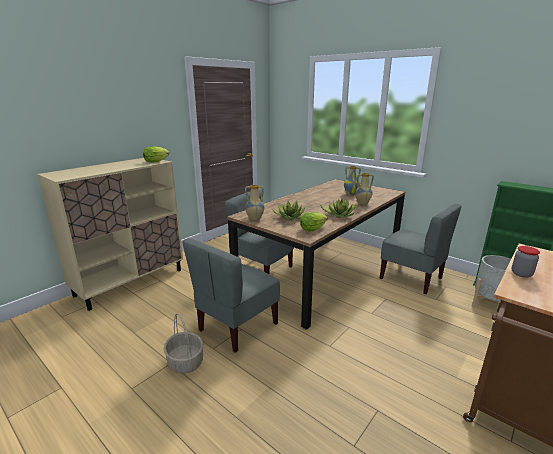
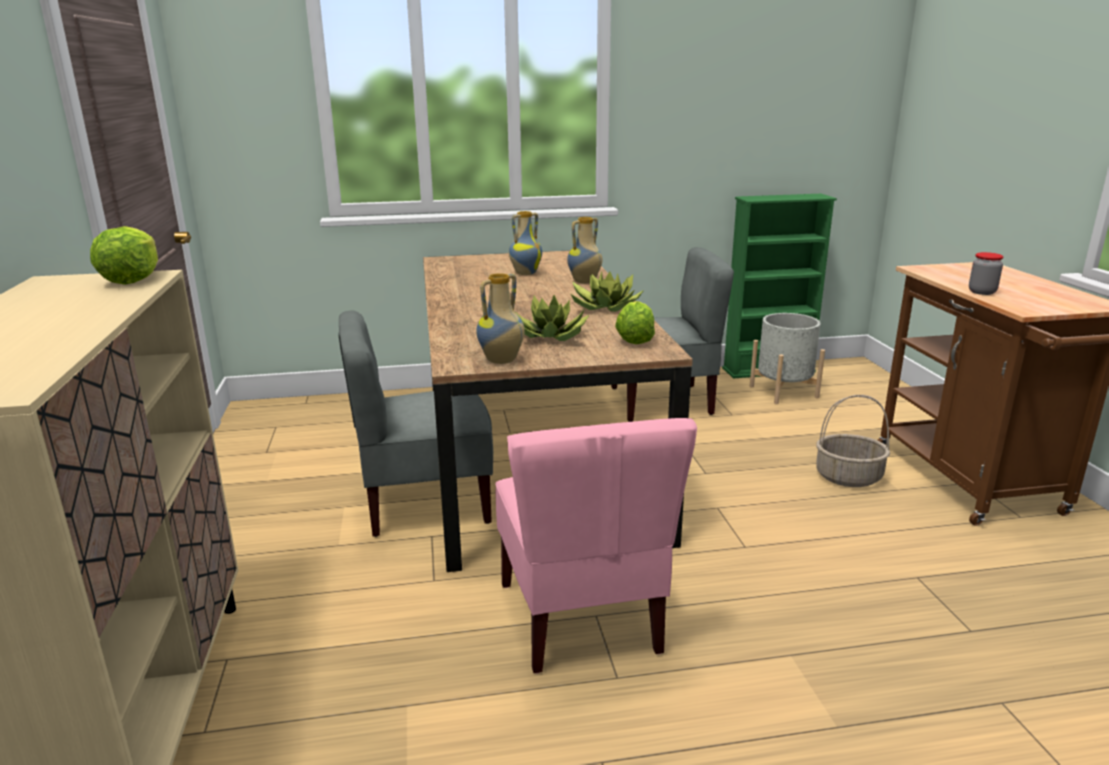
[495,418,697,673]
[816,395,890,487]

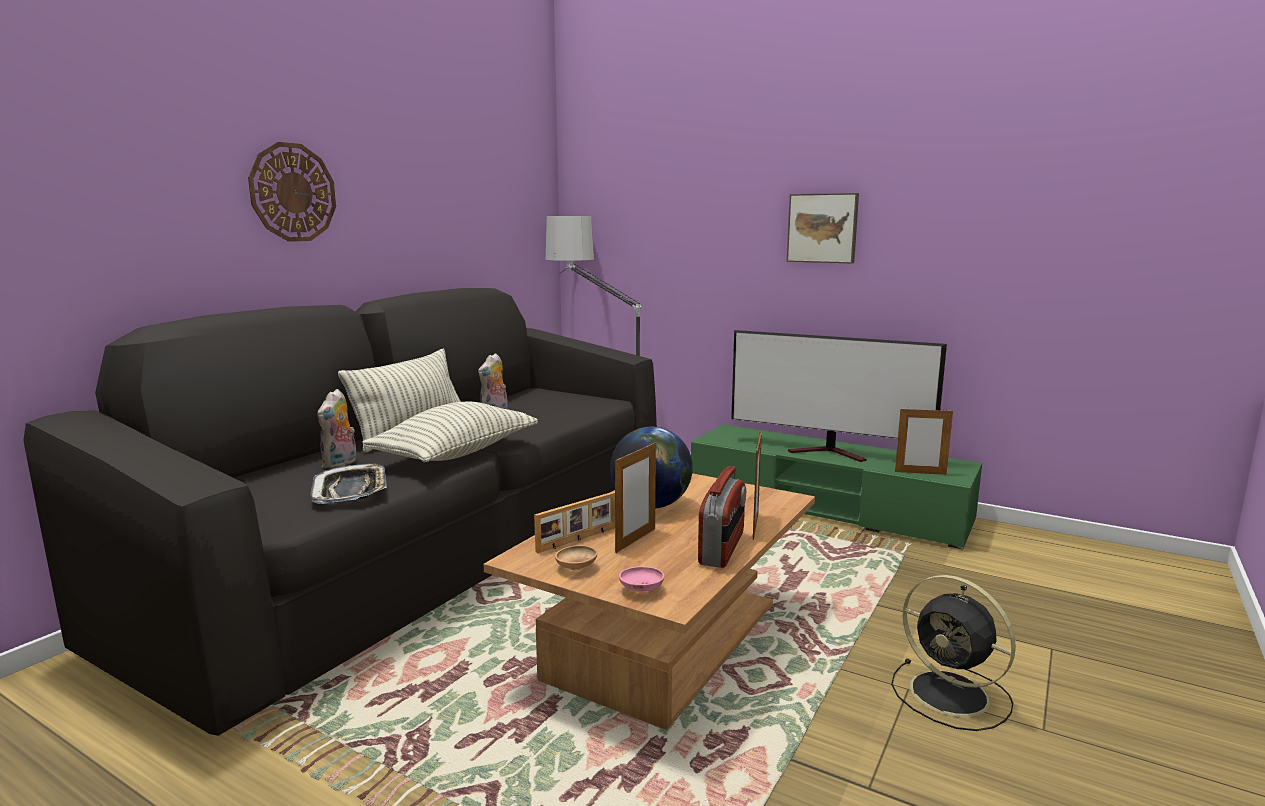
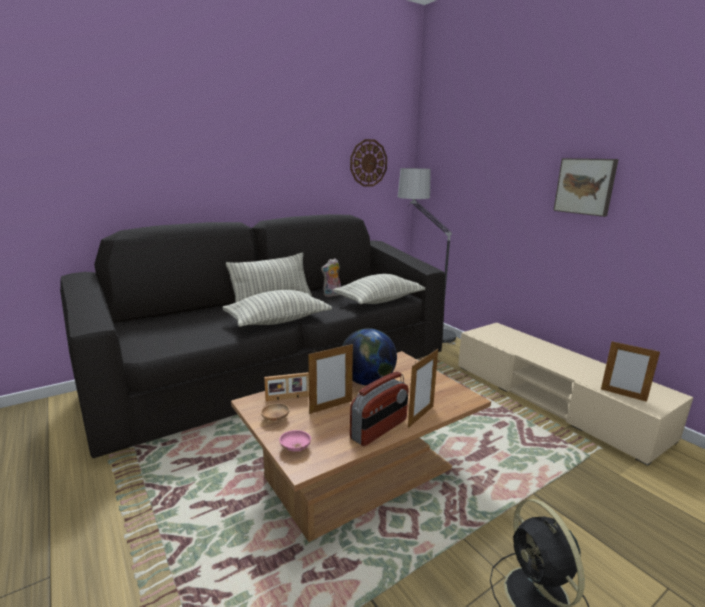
[333,274,425,304]
[350,139,387,187]
[458,323,693,466]
[310,464,386,504] (first image)
[317,389,357,469] (first image)
[731,330,947,462] (first image)

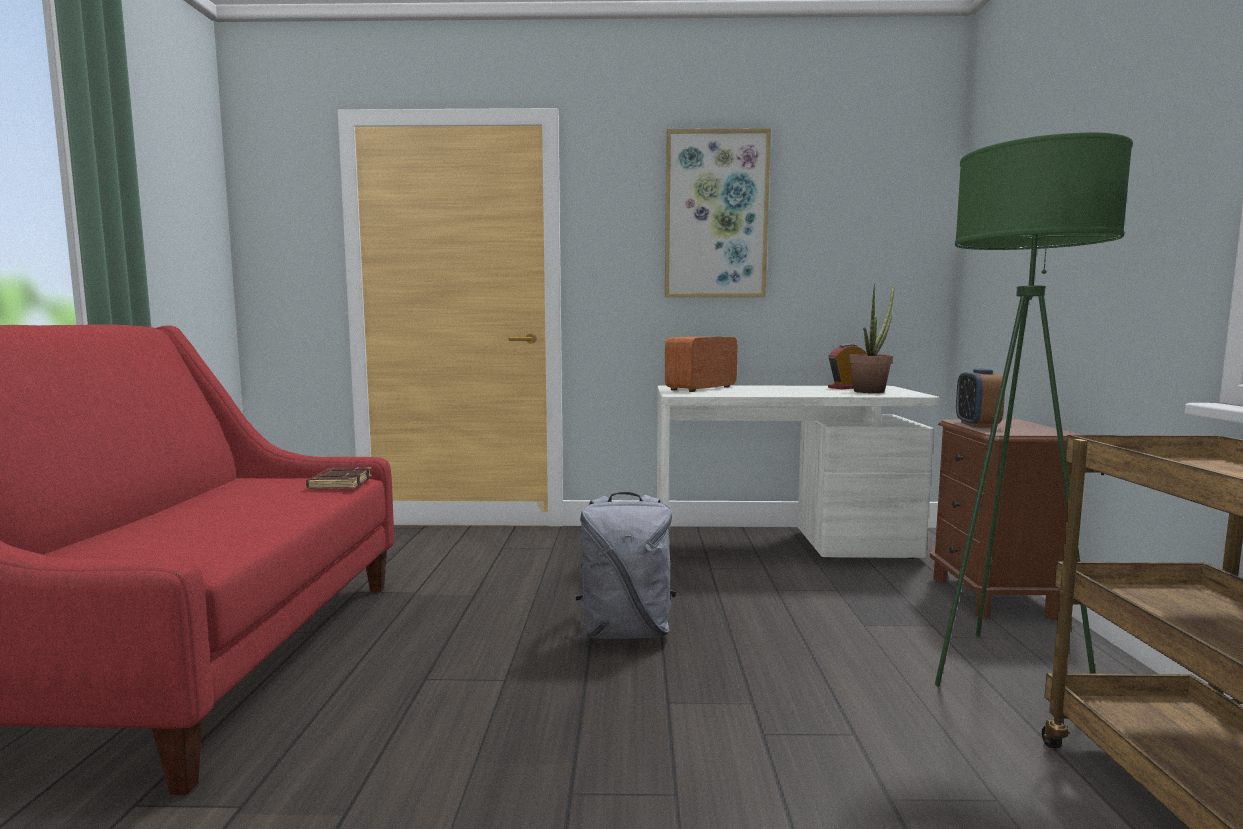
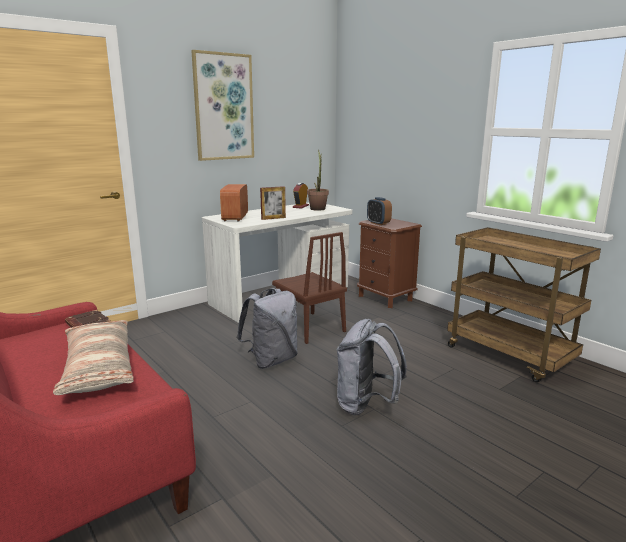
[53,320,134,395]
[260,186,286,220]
[272,232,347,344]
[336,319,407,415]
[935,132,1133,687] (first image)

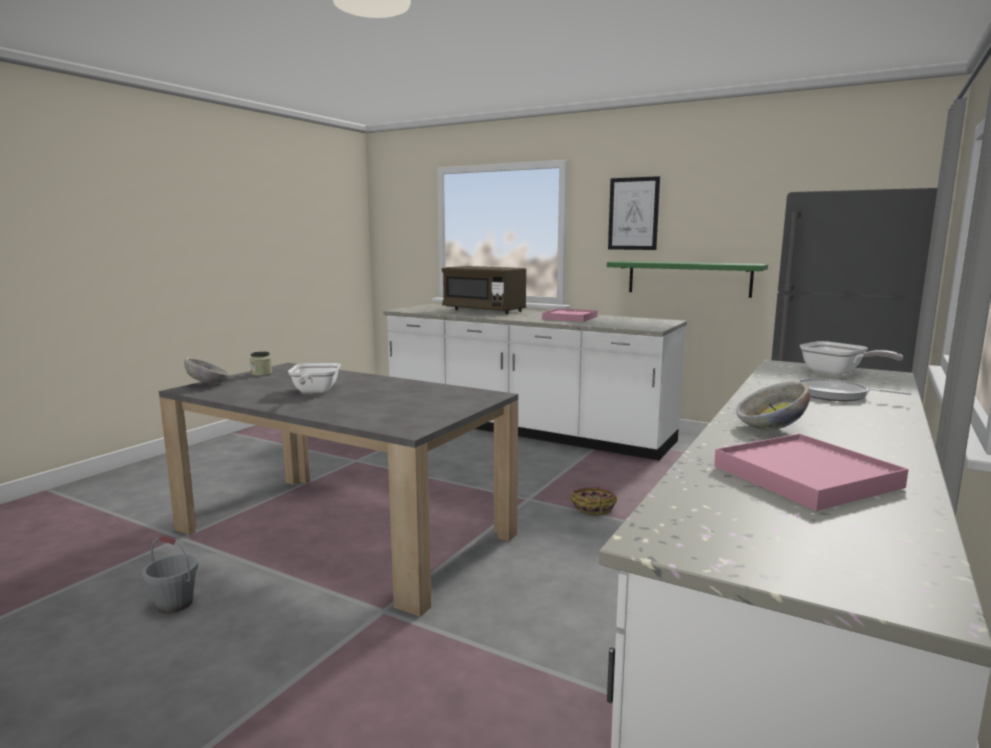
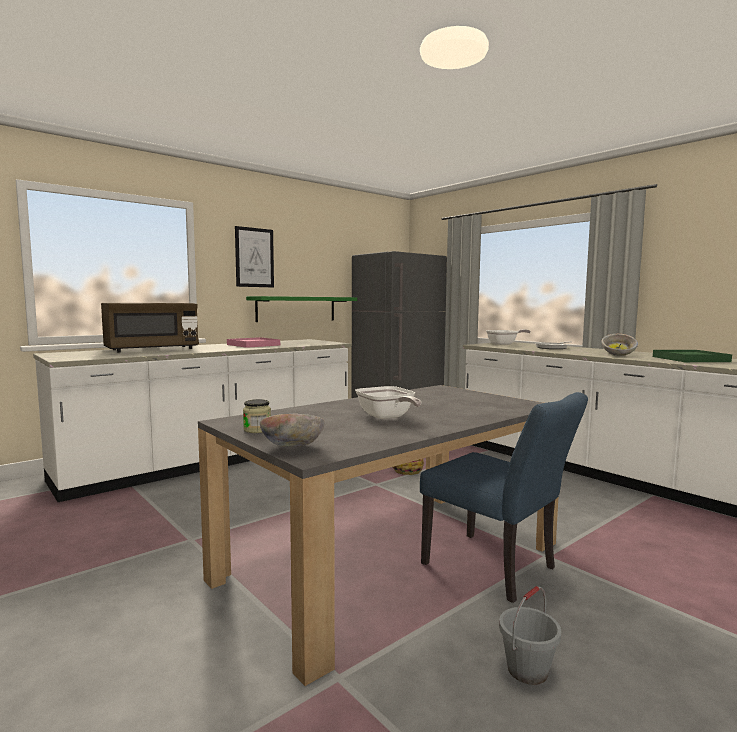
[355,386,422,419]
[420,392,588,603]
[653,350,732,362]

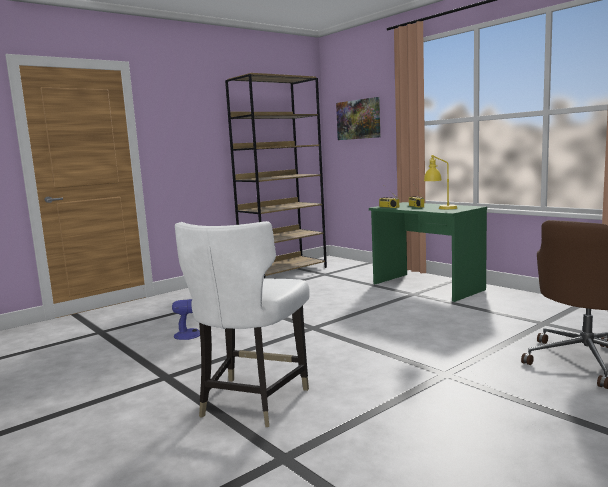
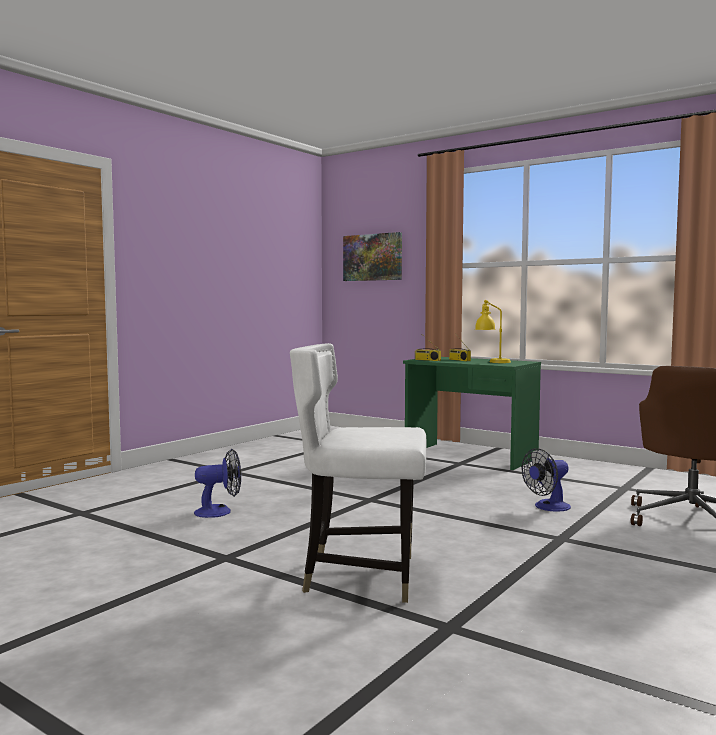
[290,343,427,603]
[522,448,571,512]
[225,73,327,278] (first image)

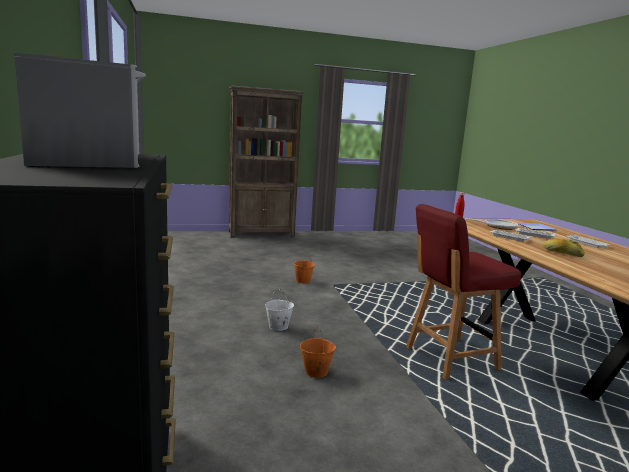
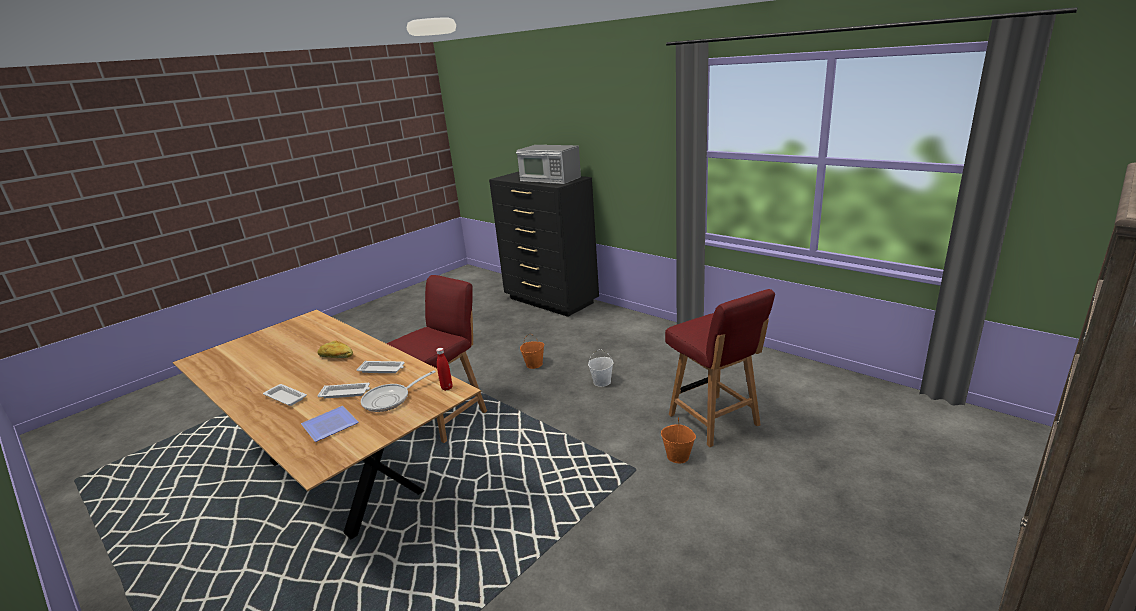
[665,289,775,447]

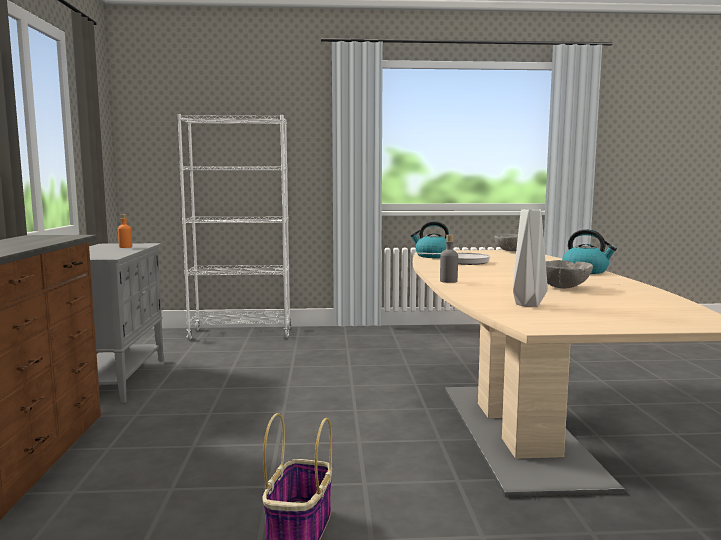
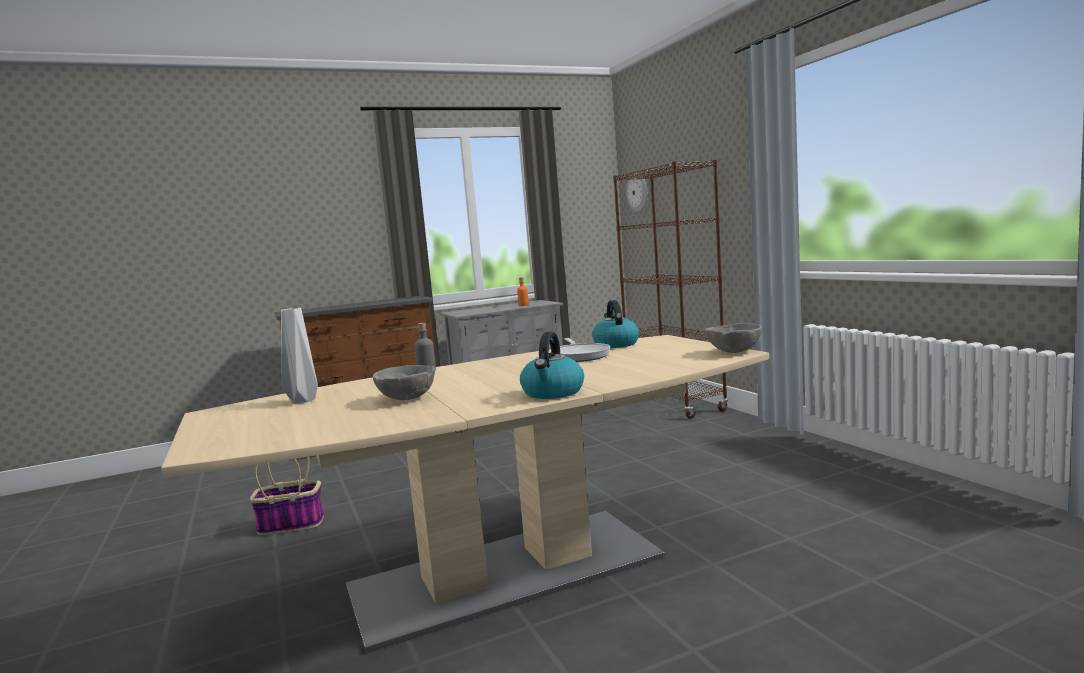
[613,160,728,419]
[626,173,648,212]

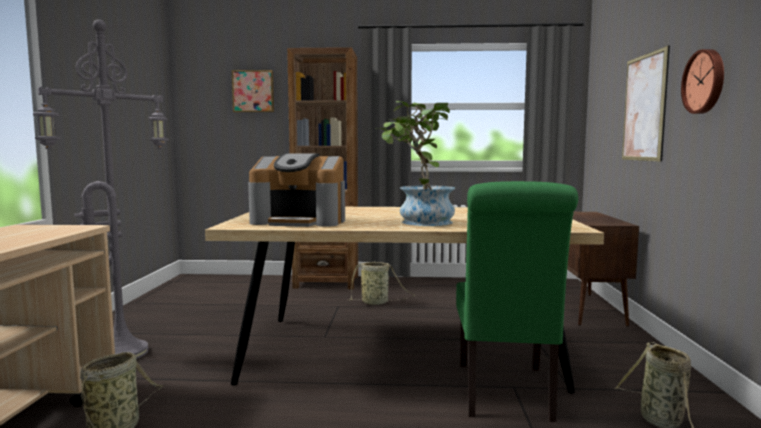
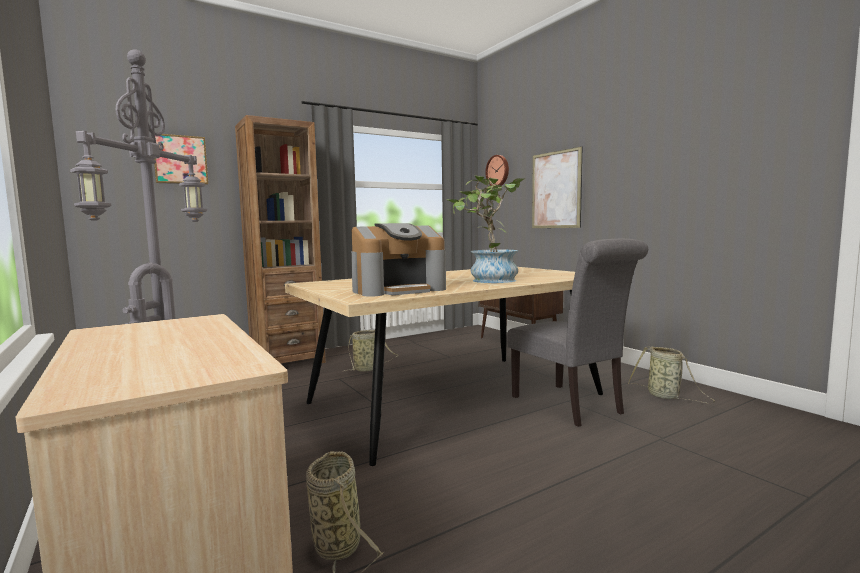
[485,155,509,187]
[507,239,648,427]

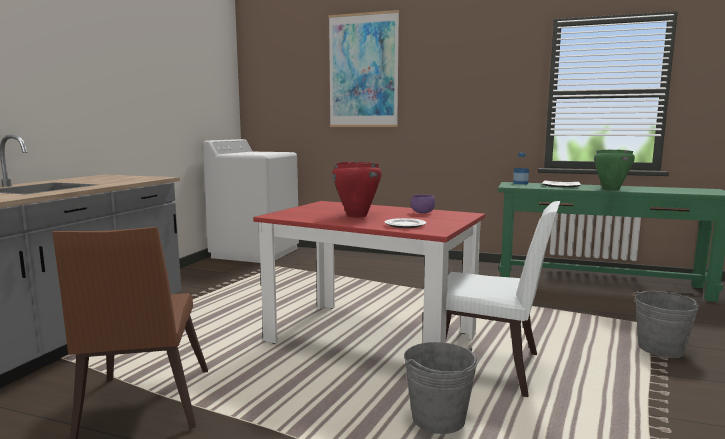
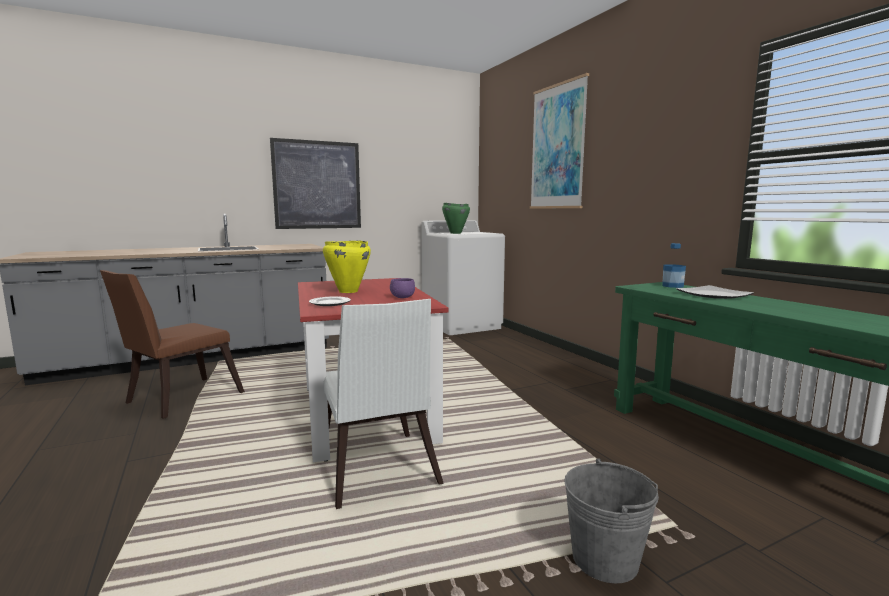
[270,138,361,229]
[323,240,371,293]
[442,203,470,234]
[404,342,478,434] (first image)

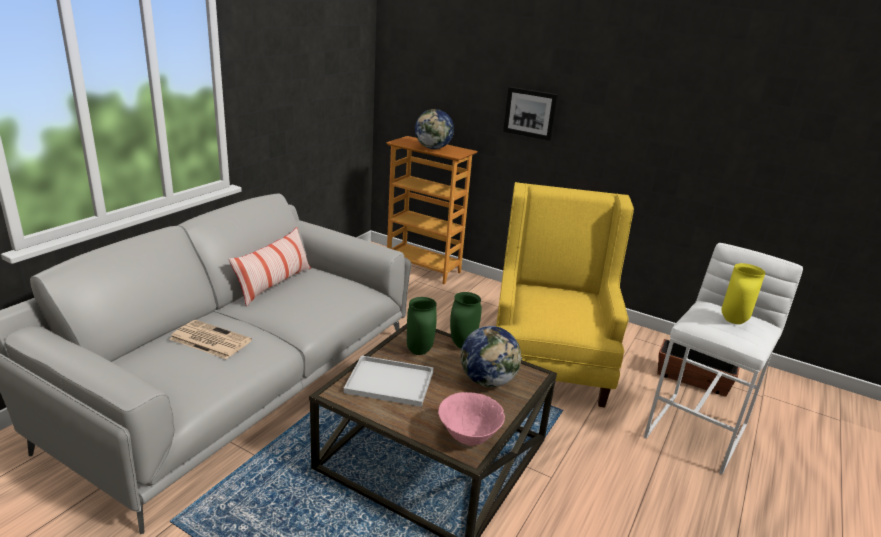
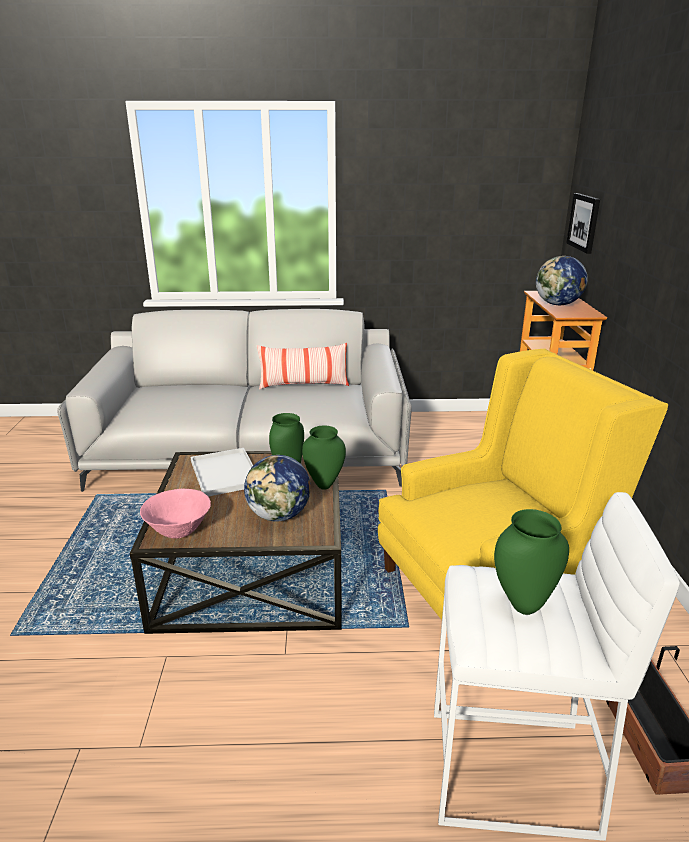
[494,509,569,615]
[566,193,600,254]
[169,320,252,359] (first image)

